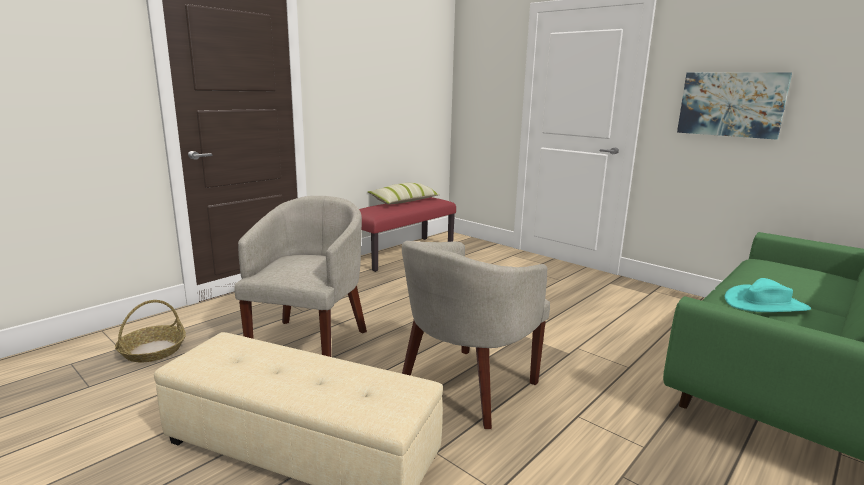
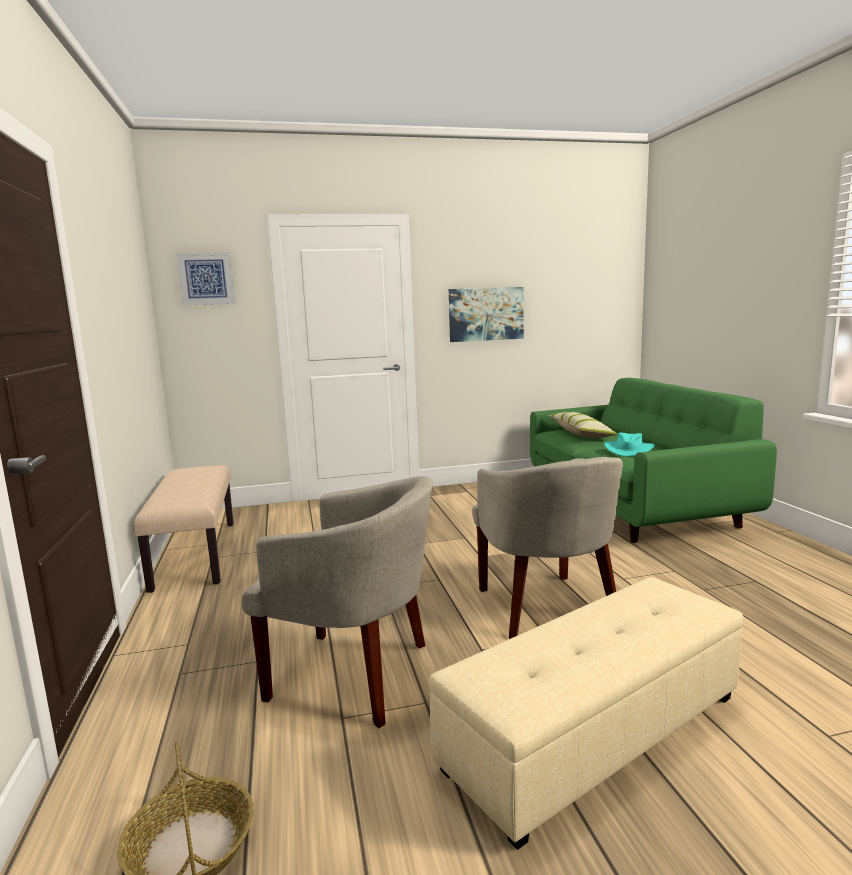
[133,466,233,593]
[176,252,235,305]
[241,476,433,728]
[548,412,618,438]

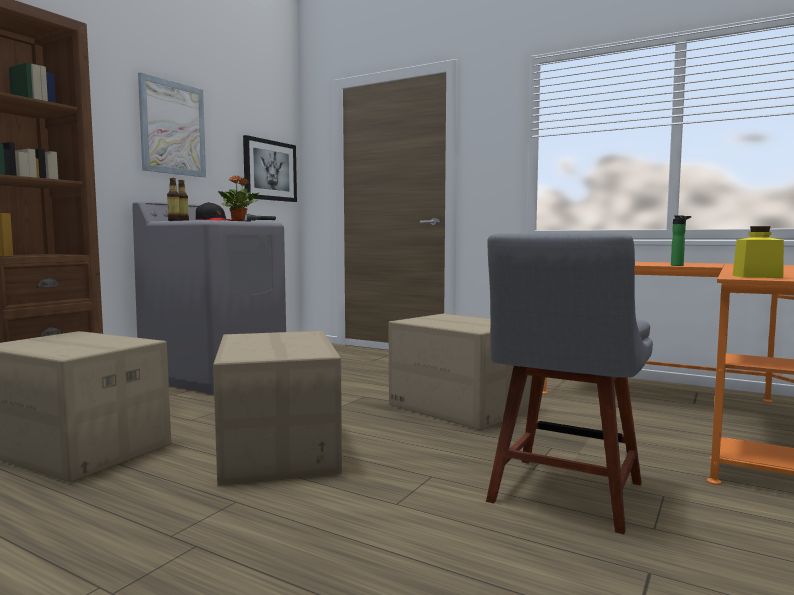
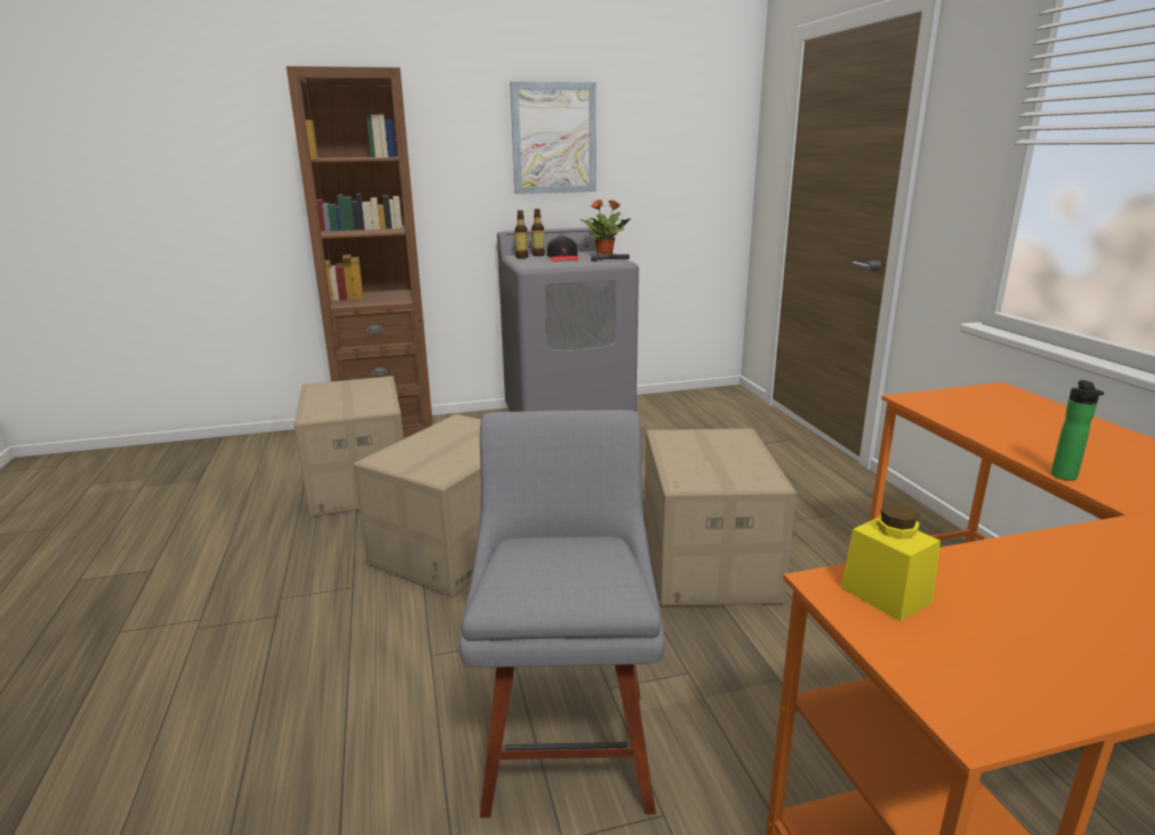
[459,410,665,818]
[243,135,297,202] (first image)

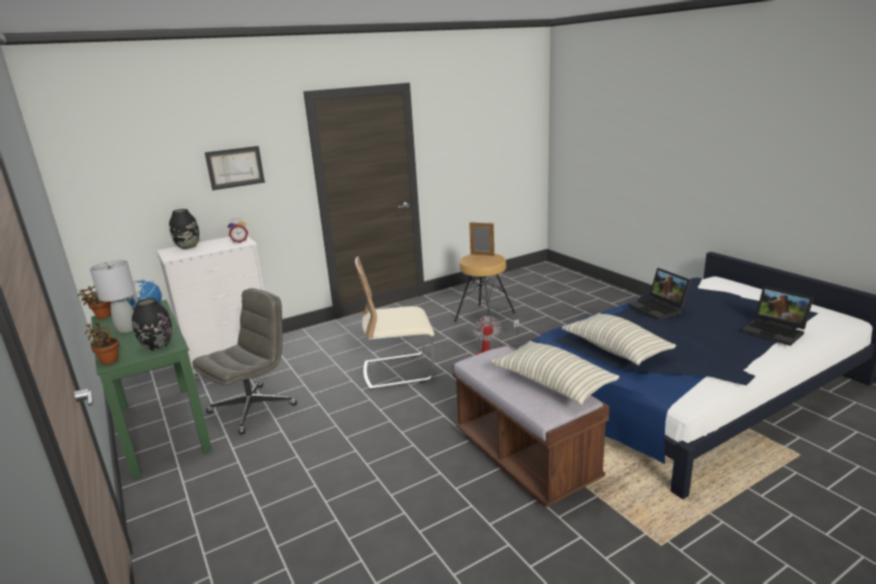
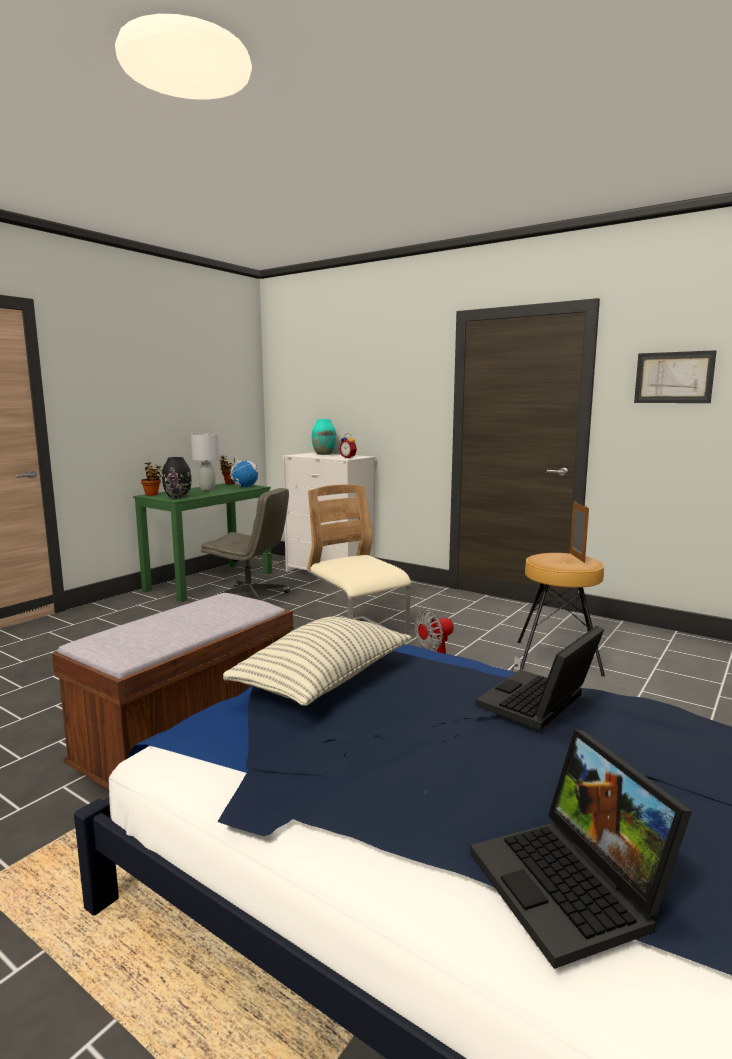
[312,419,336,455]
[470,729,692,969]
[634,350,716,403]
[491,341,620,405] (first image)

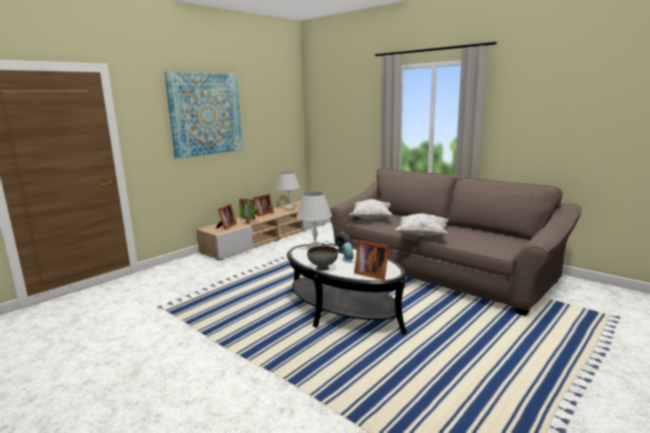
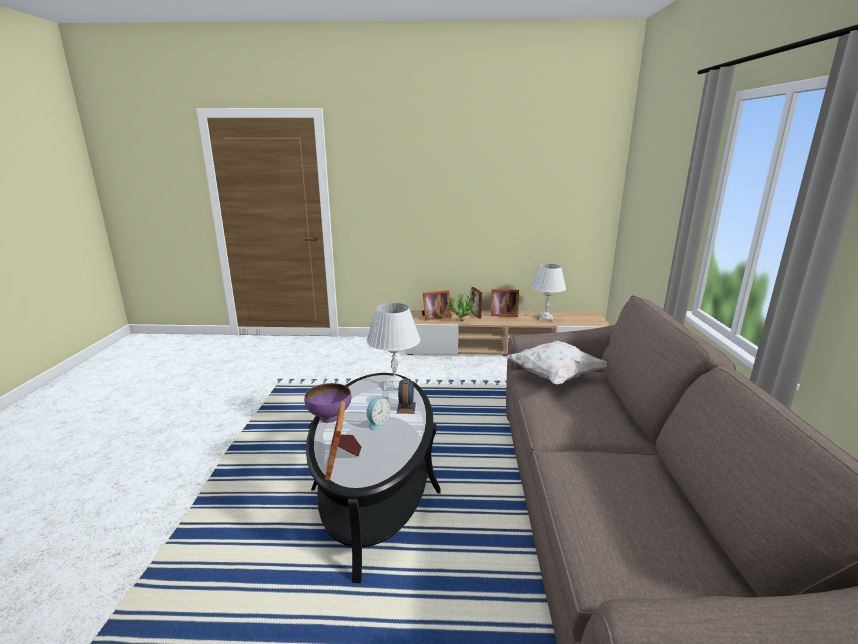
[304,383,351,423]
[164,71,243,159] (first image)
[395,213,448,236] (first image)

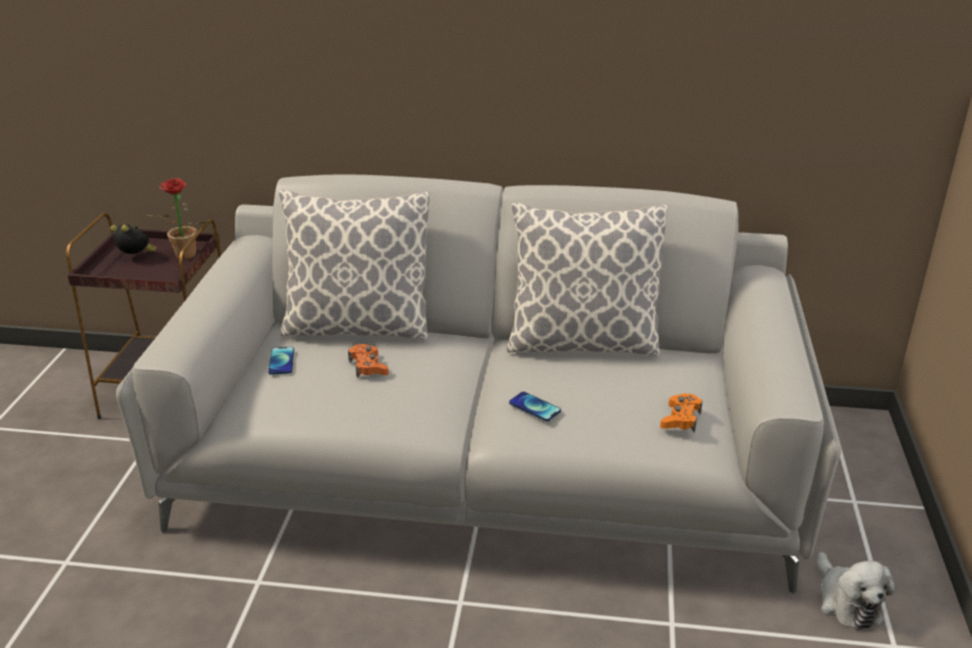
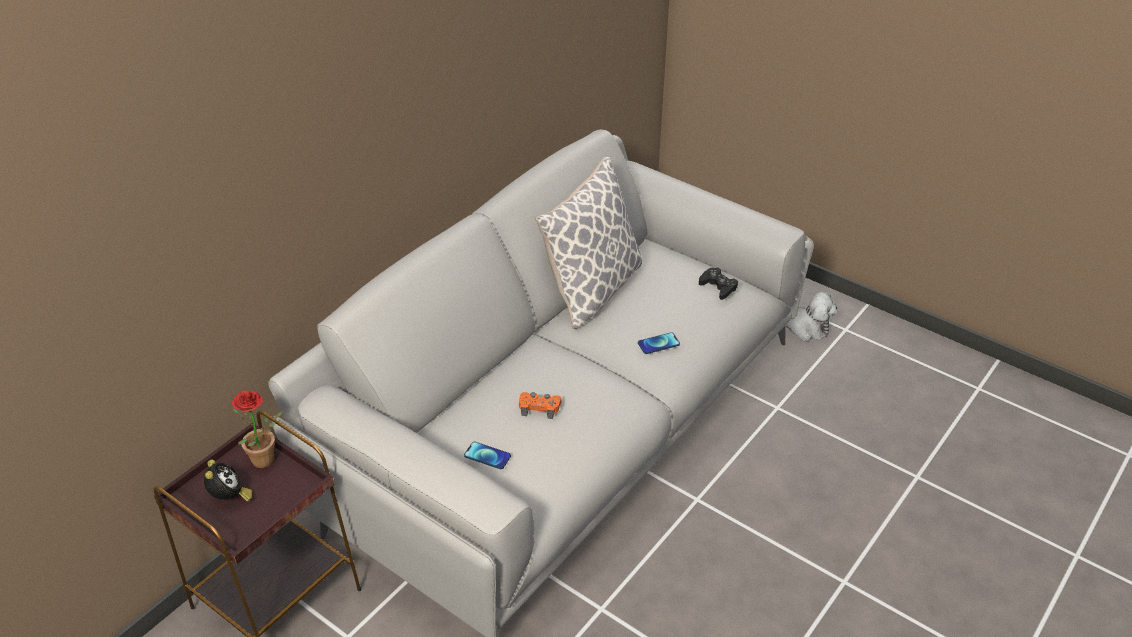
[204,460,252,502]
[699,268,738,300]
[279,190,430,340] (first image)

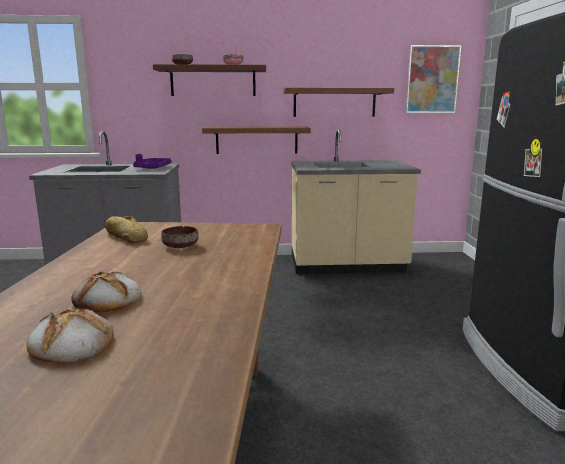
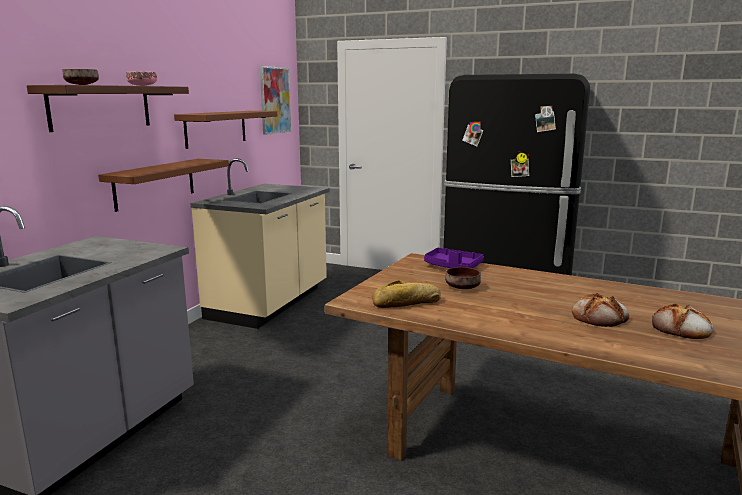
[424,248,484,268]

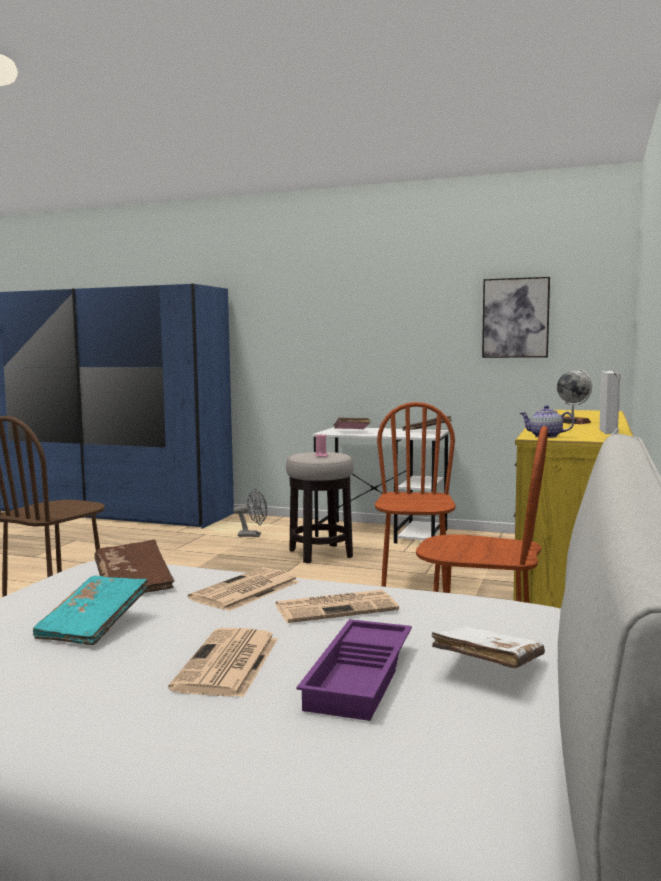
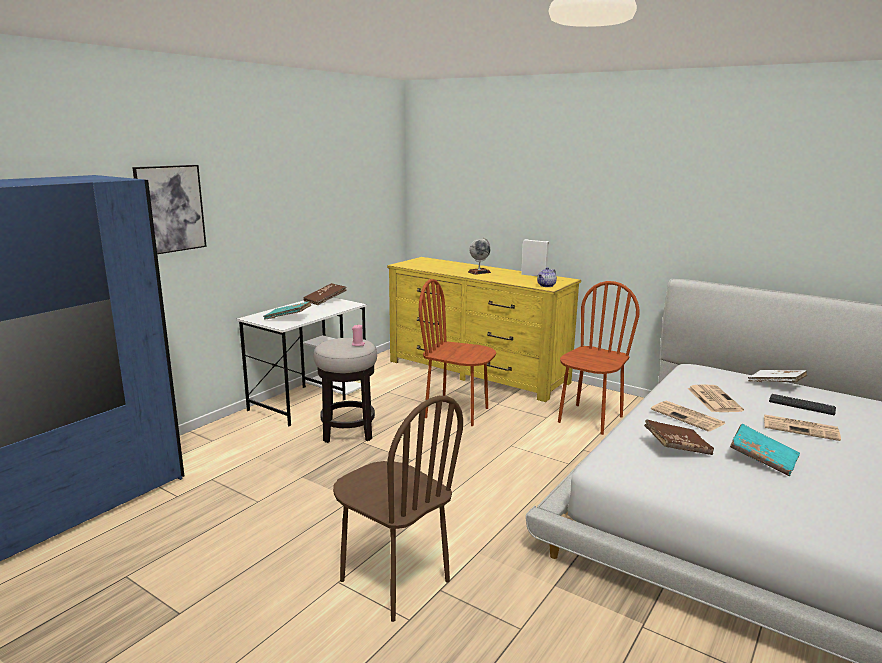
[132,165,207,254]
[263,301,311,320]
[769,394,836,415]
[233,488,267,537] (first image)

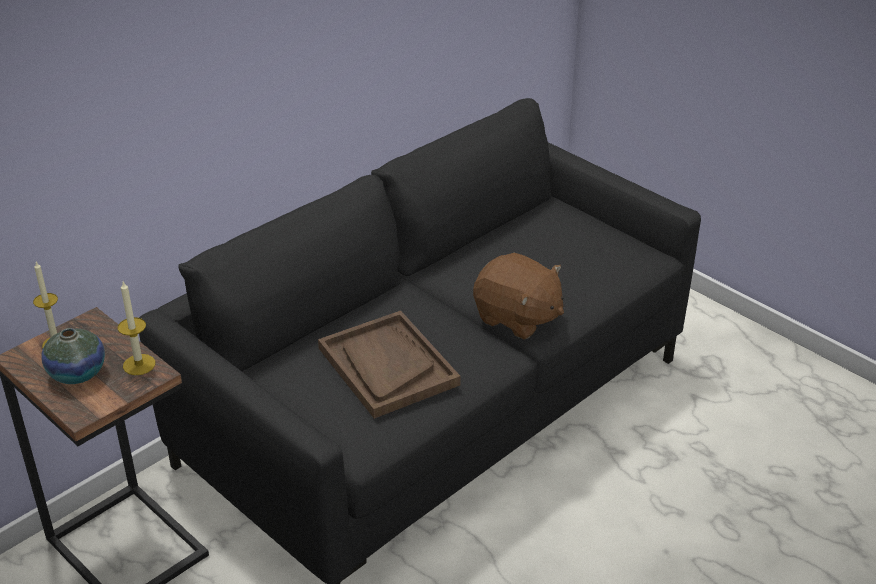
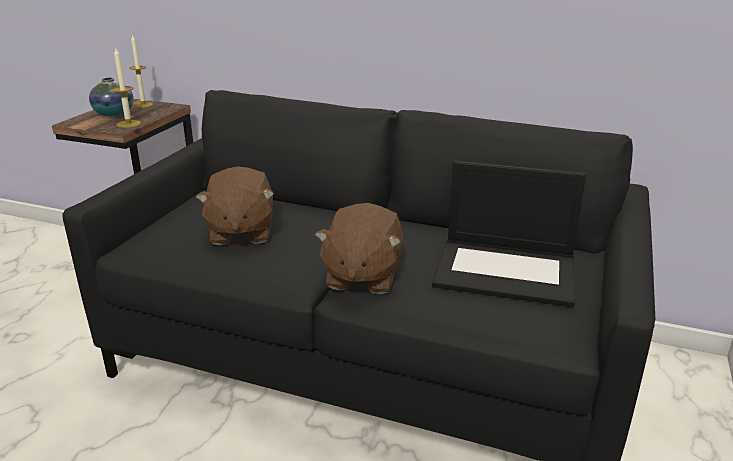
[196,166,274,246]
[432,161,586,307]

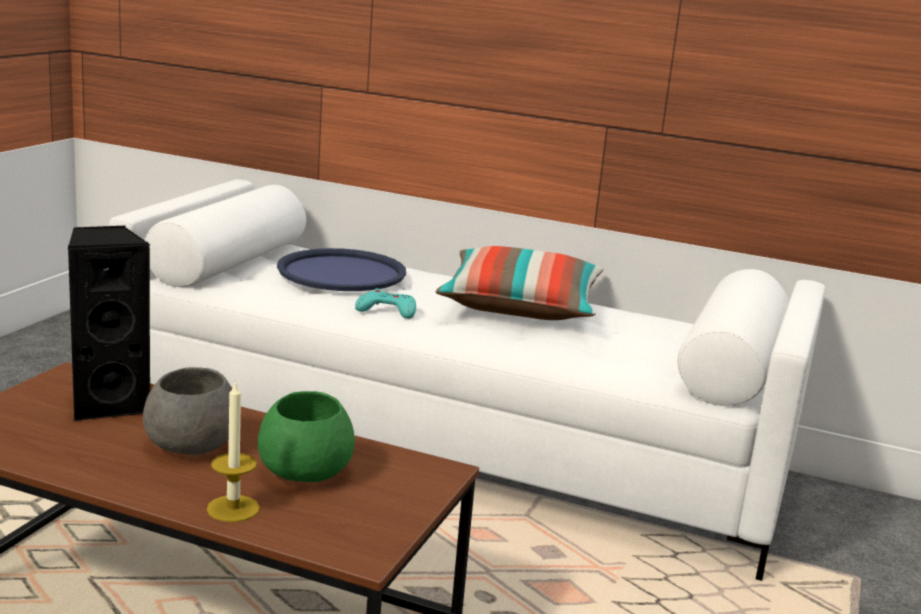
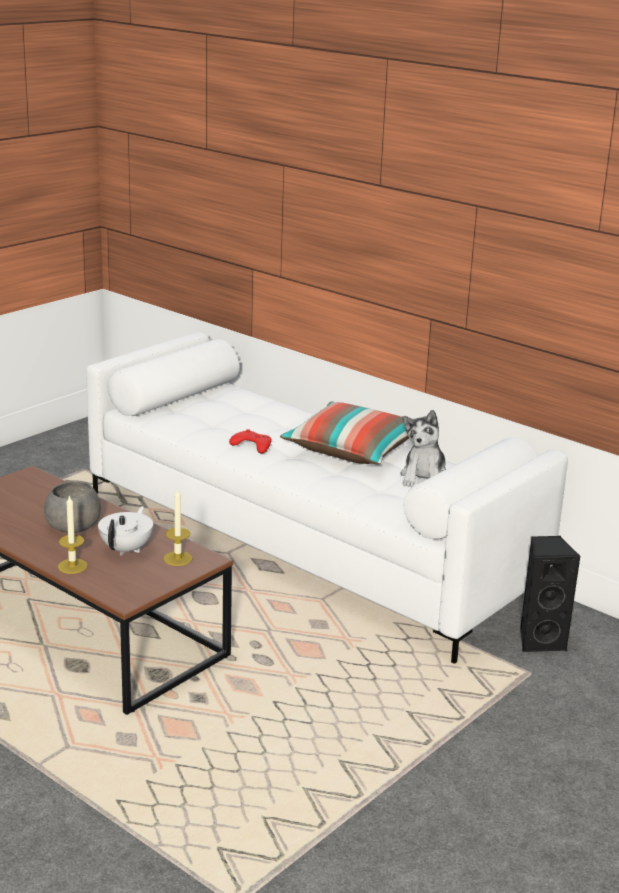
[98,506,153,556]
[163,488,193,566]
[229,429,272,454]
[400,410,446,487]
[520,536,581,652]
[277,248,406,291] (first image)

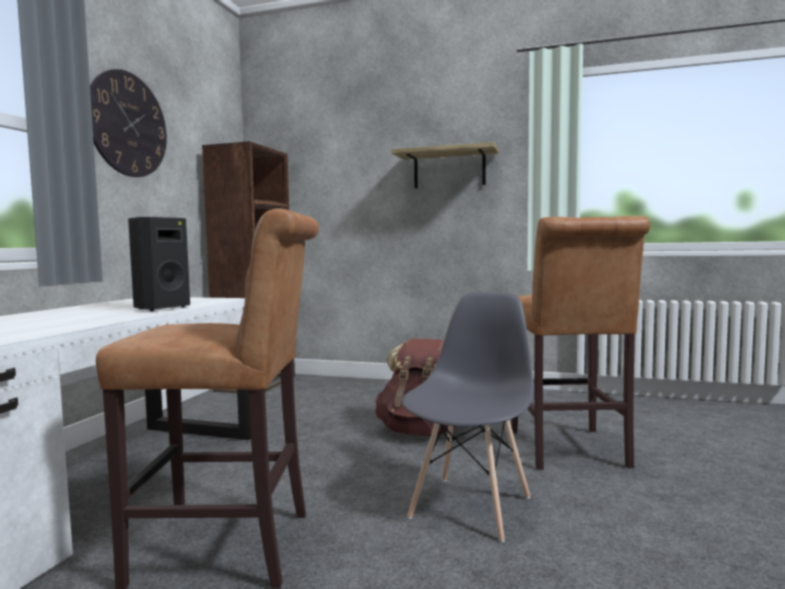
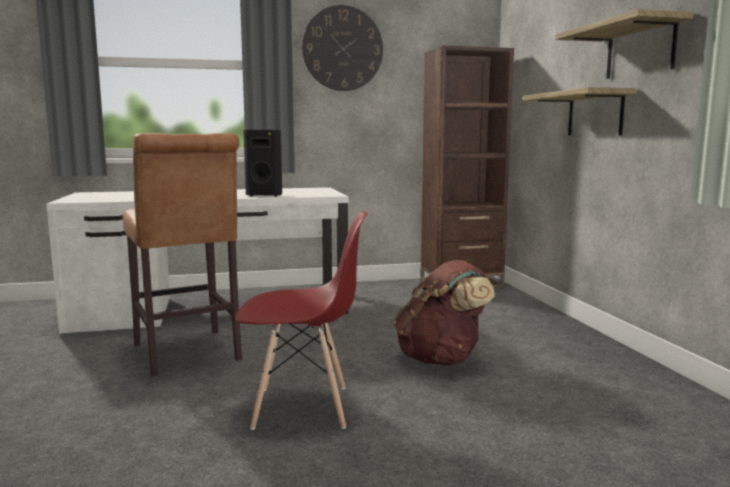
[235,211,367,430]
[523,87,637,135]
[511,216,650,470] (first image)

